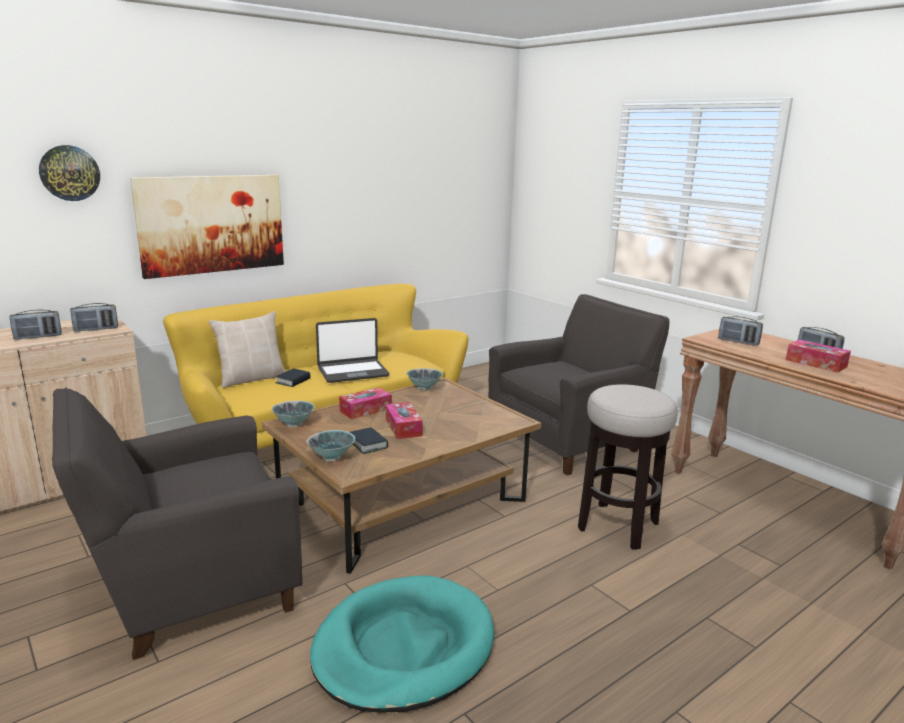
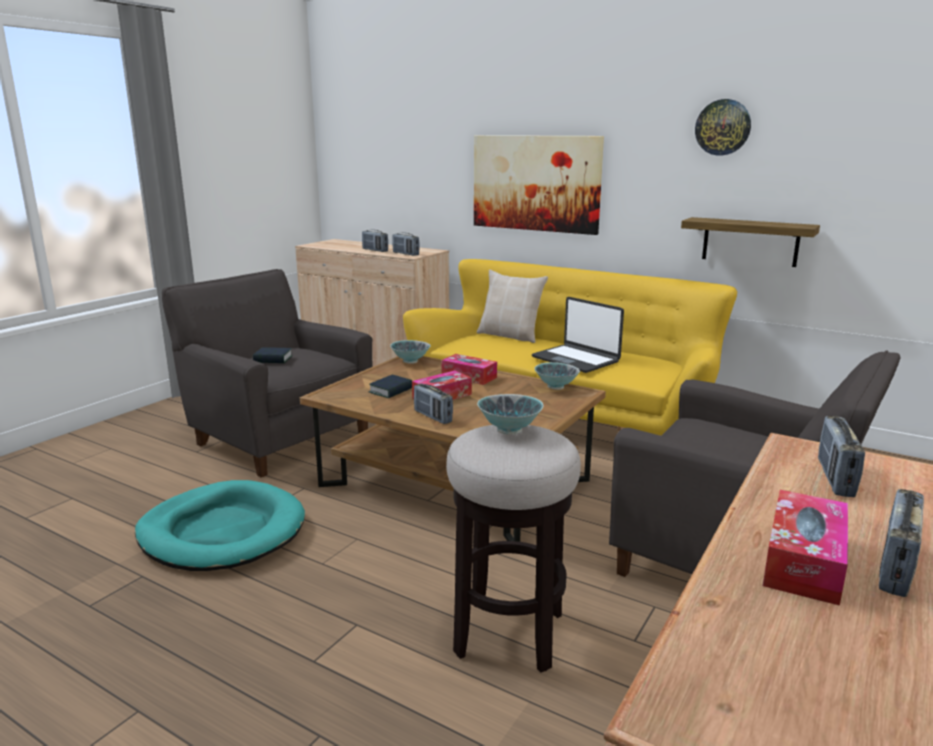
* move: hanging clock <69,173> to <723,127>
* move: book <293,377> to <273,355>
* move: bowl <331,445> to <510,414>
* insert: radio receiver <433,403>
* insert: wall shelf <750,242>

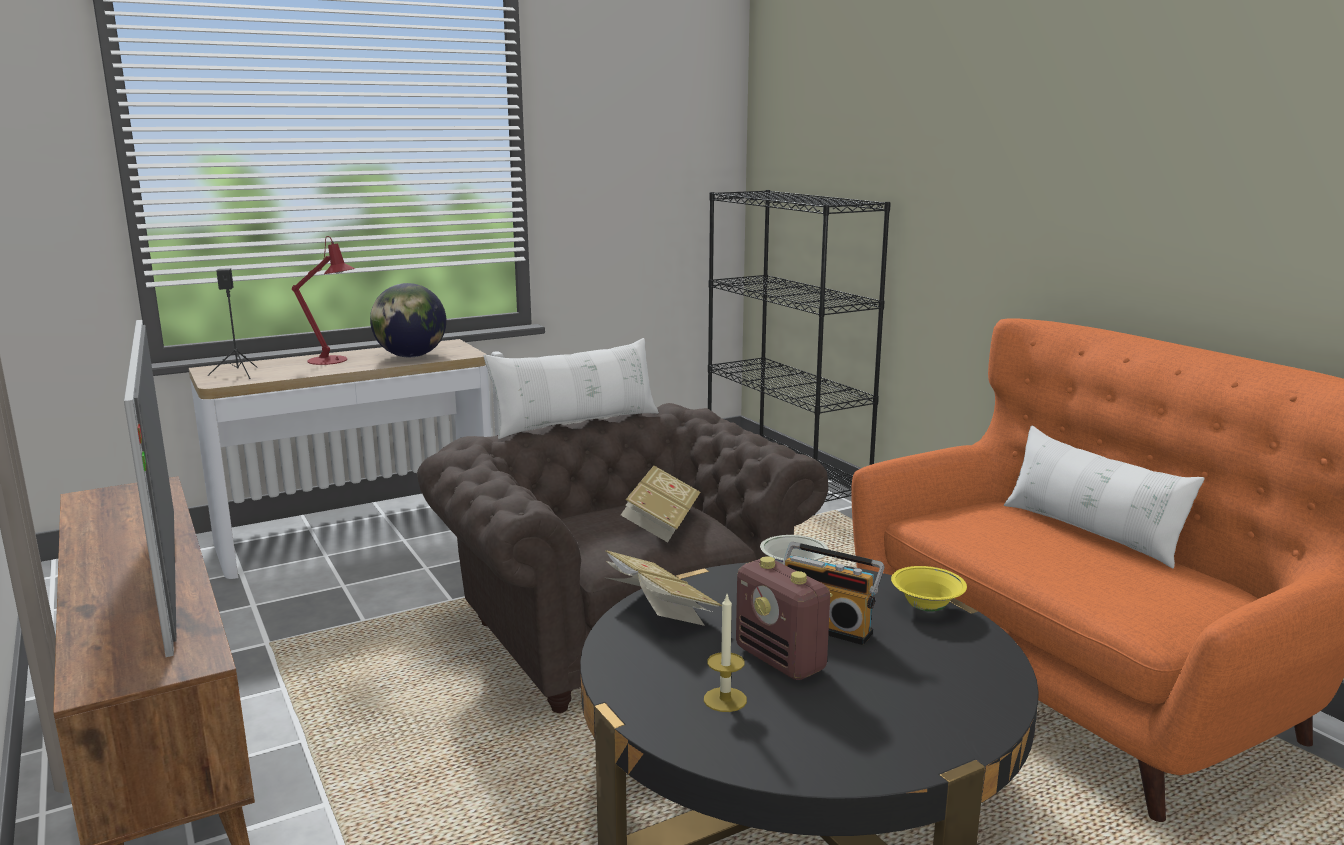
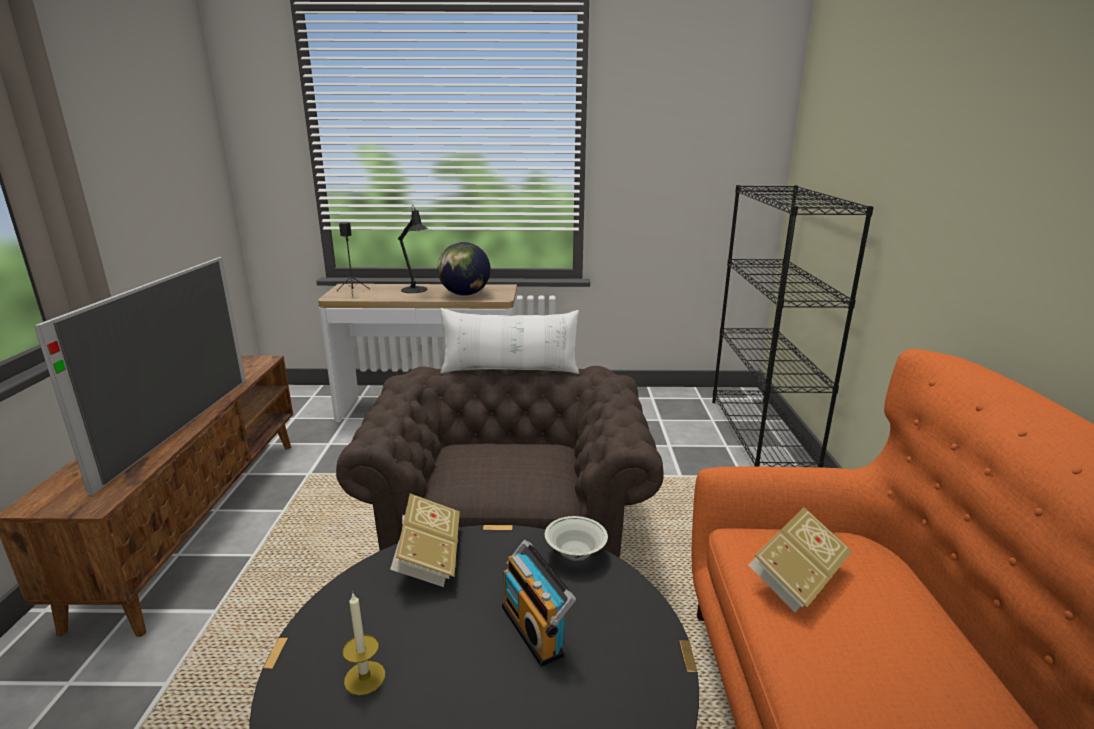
* recolor: red table lamp <323,300> to black-coloured table lamp <413,249>
* move: book <660,504> to <800,559>
* delete: radio receiver <784,618>
* delete: yellow-coloured bowl <929,589>
* delete: whitish pillow <1104,497>

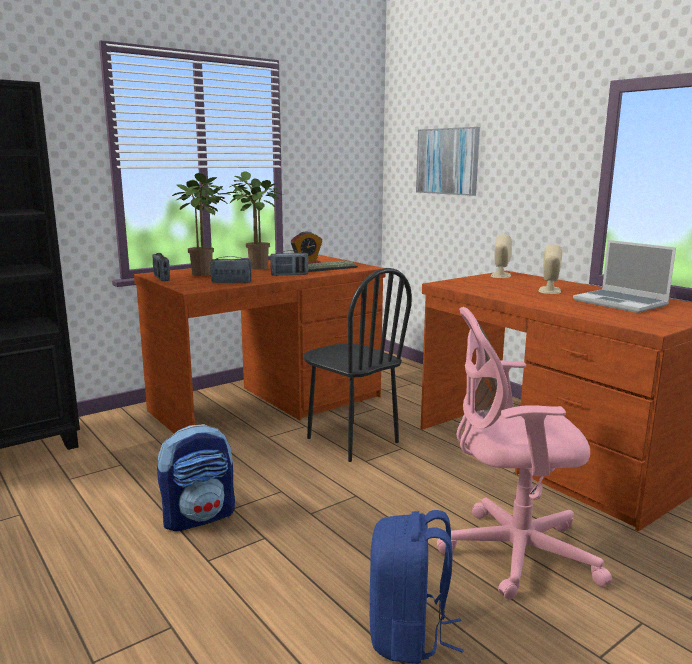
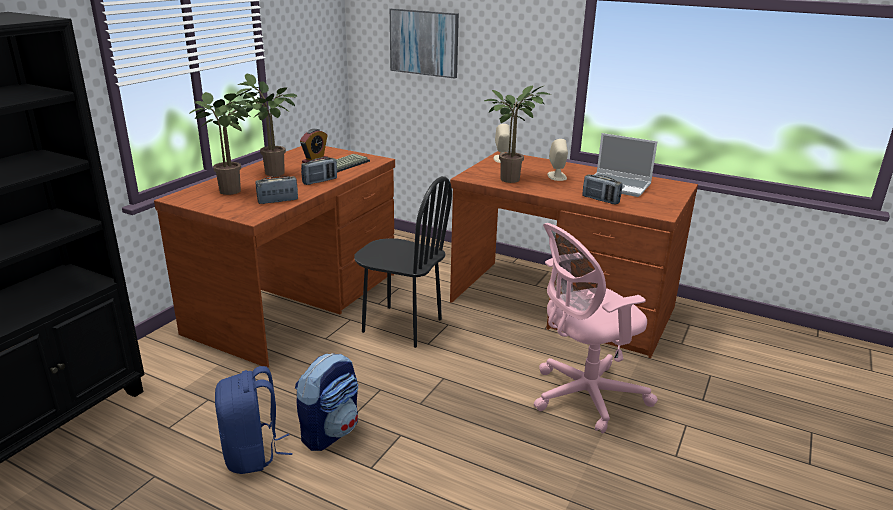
* move: radio receiver <161,267> to <602,189>
* move: blue-coloured rucksack <417,587> to <253,420>
* insert: potted plant <517,134>

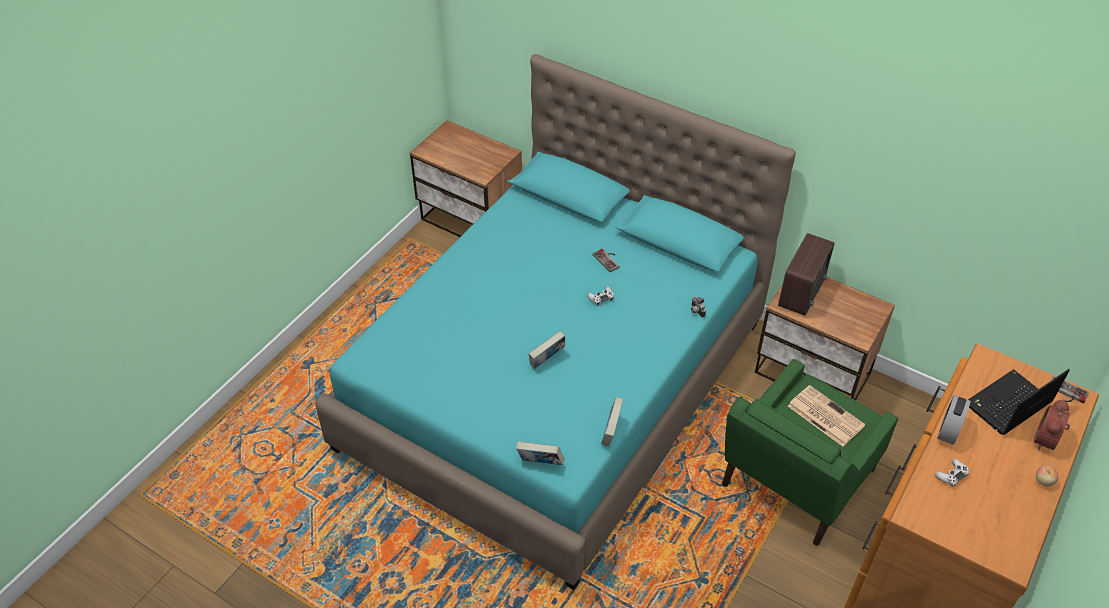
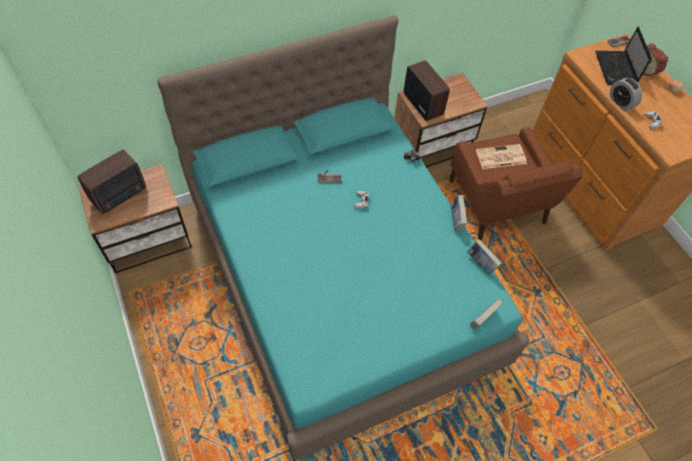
* move: book <547,350> to <459,213>
* recolor: green-coloured armchair <810,452> to brown armchair <515,183>
* insert: radio receiver <111,182>

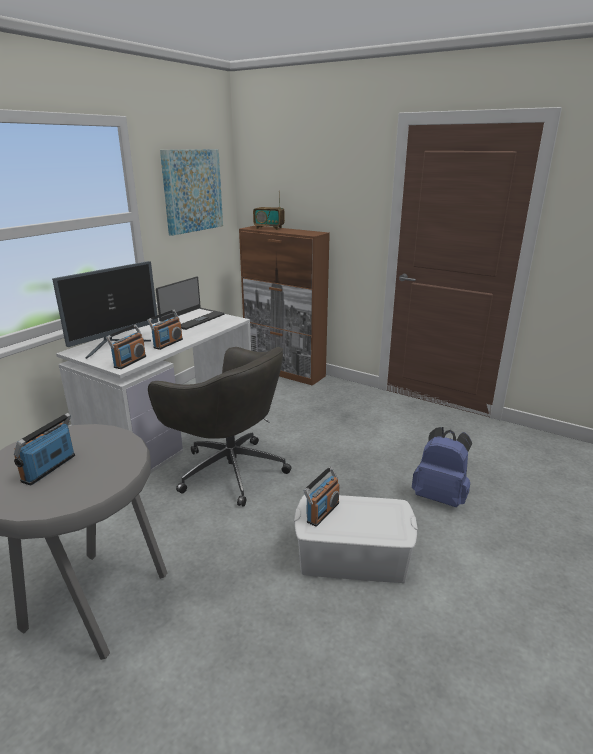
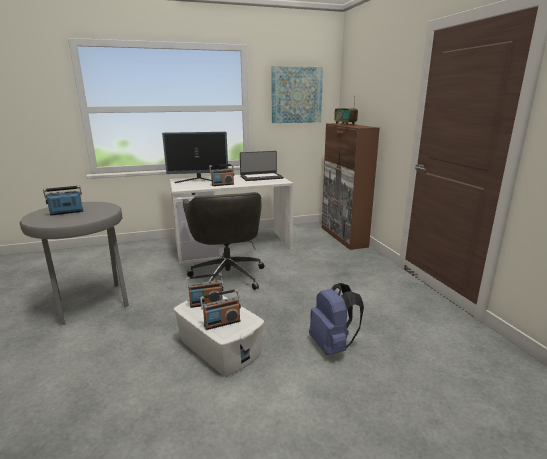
* move: radio receiver <126,346> to <220,309>

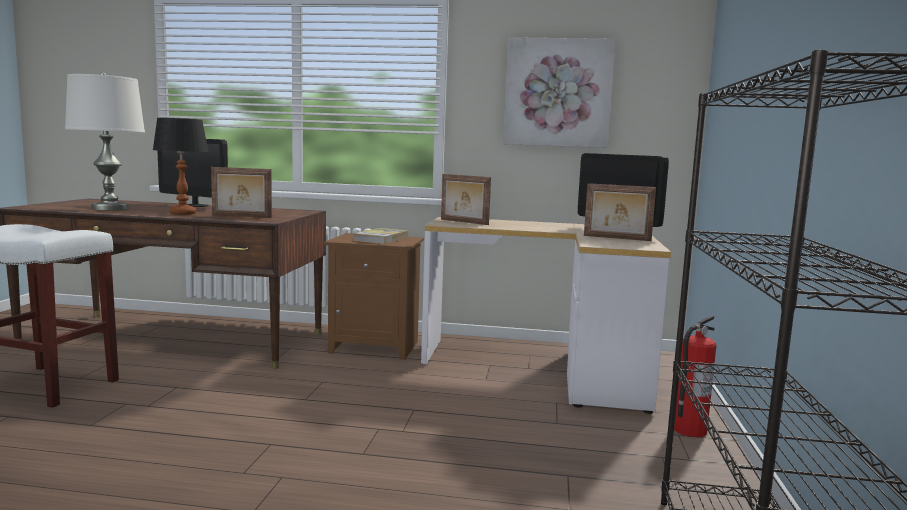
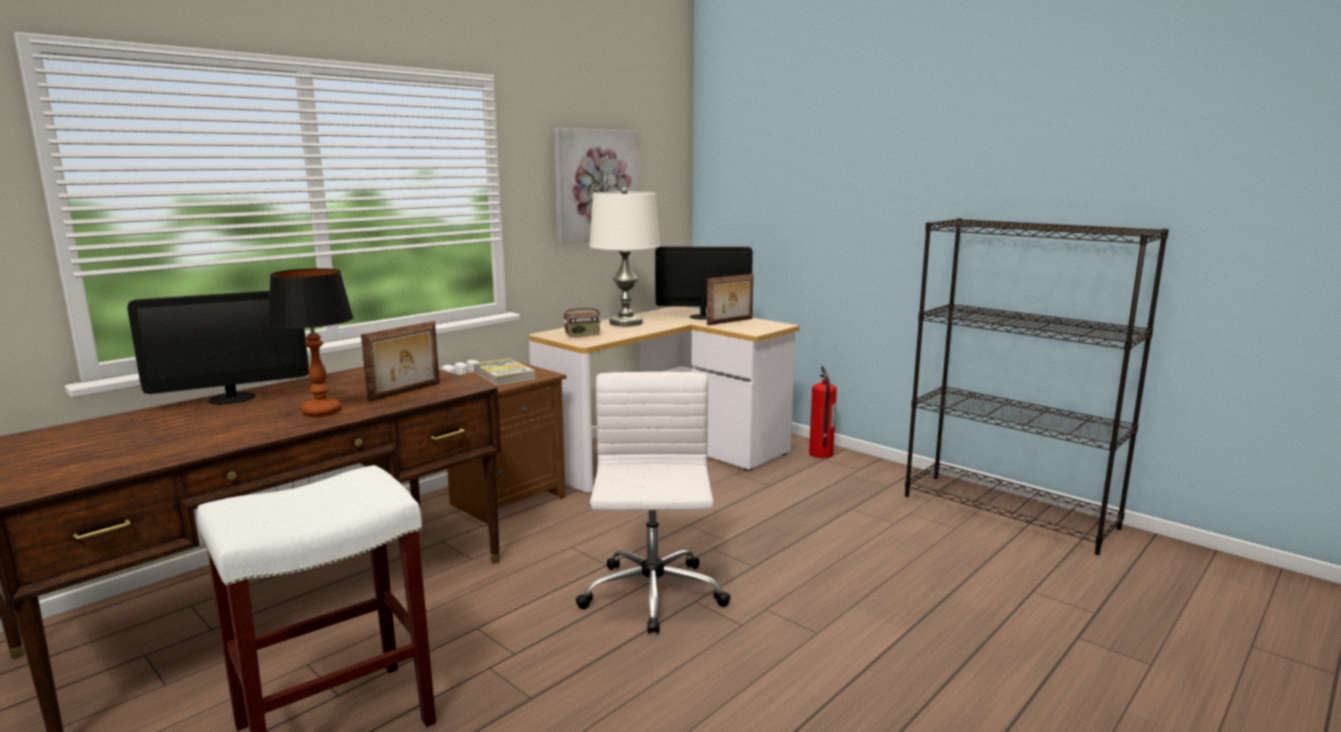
* move: whitish table lamp <105,141> to <624,257>
* replace: standing frame <466,199> to radio receiver <582,316>
* insert: whitish desk chair <653,503>

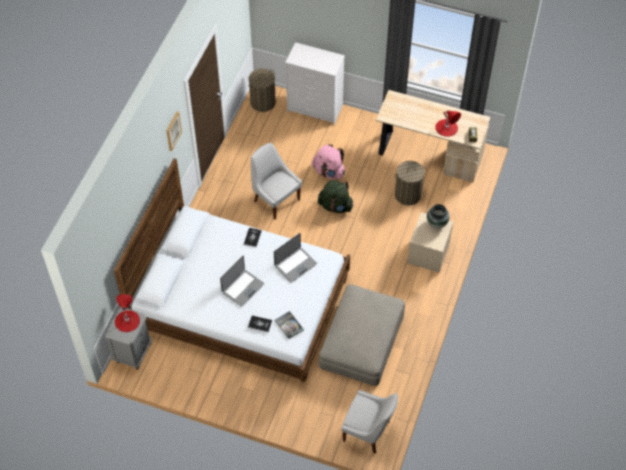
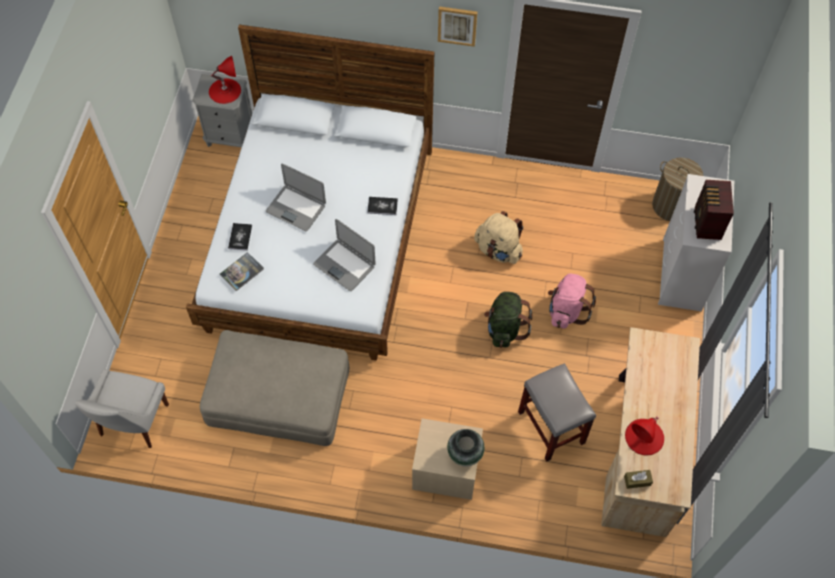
* replace: whitish chair <276,181> to sand-coloured rucksack <499,237>
* replace: hamper <410,183> to grey stool <557,412>
* insert: radio receiver <714,210>

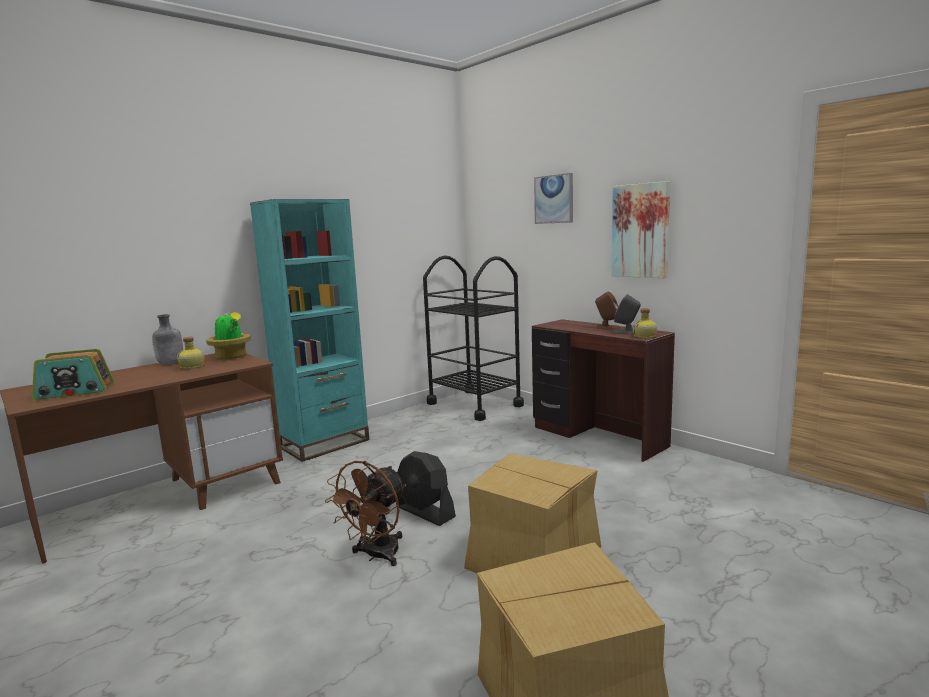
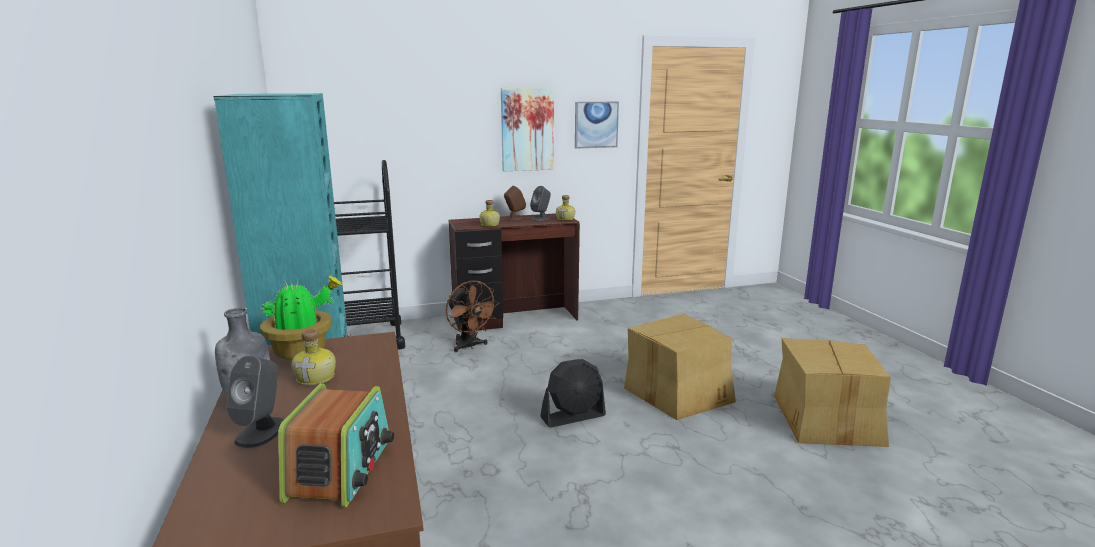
* move: brown cooling fan <365,513> to <472,316>
* move: picture <553,198> to <597,125>
* insert: grey speaker <255,401>
* insert: beverage bottle <489,213>

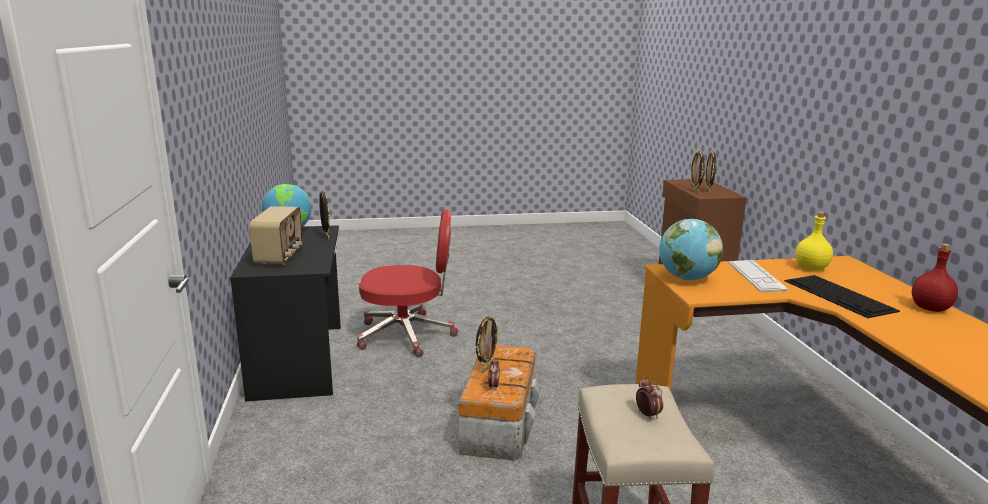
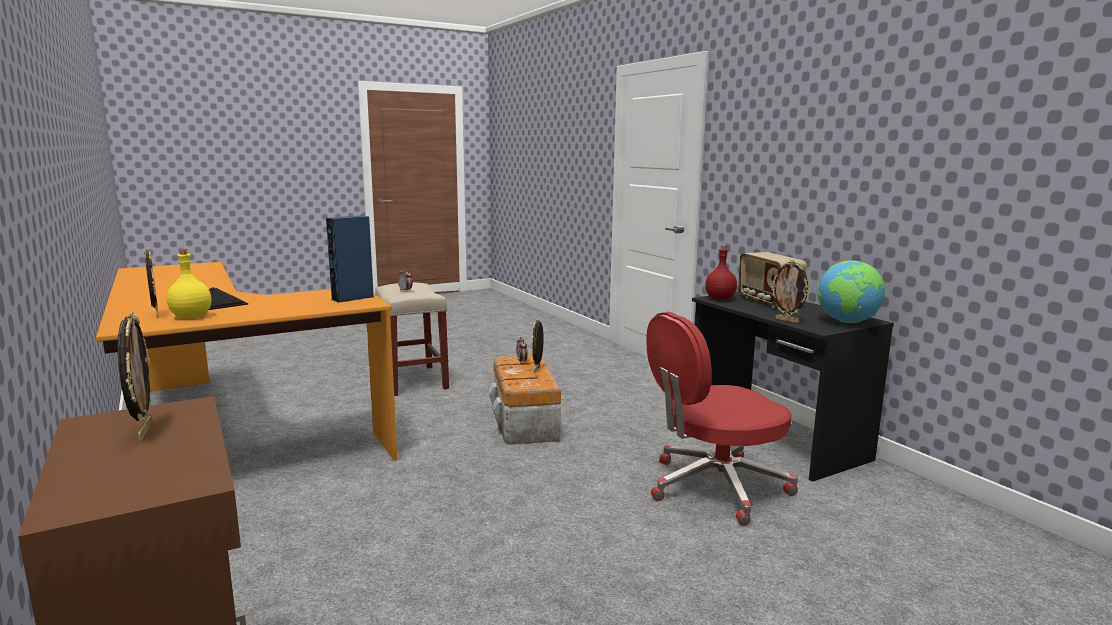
* replace: world globe <691,249> to blue-coloured speaker <350,259>
* move: standing frame <697,171> to <151,283>
* delete: keyboard <758,276>
* move: red beverage bottle <935,278> to <721,272>

